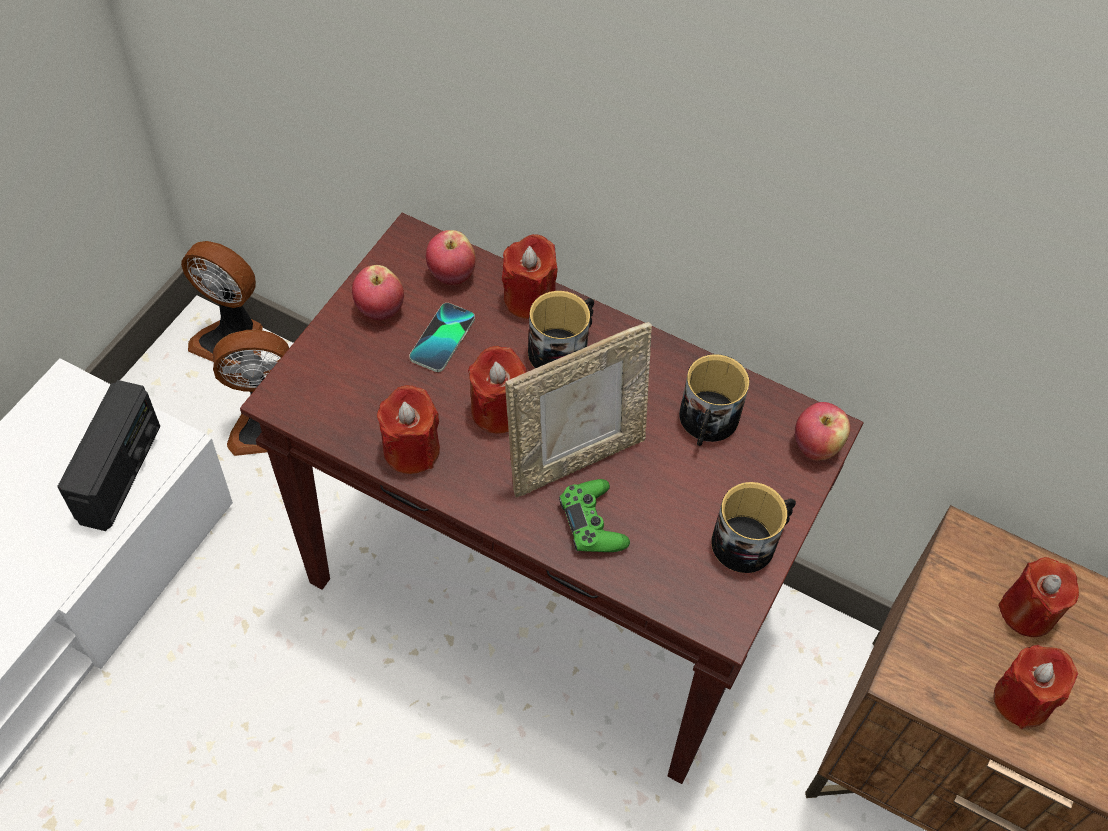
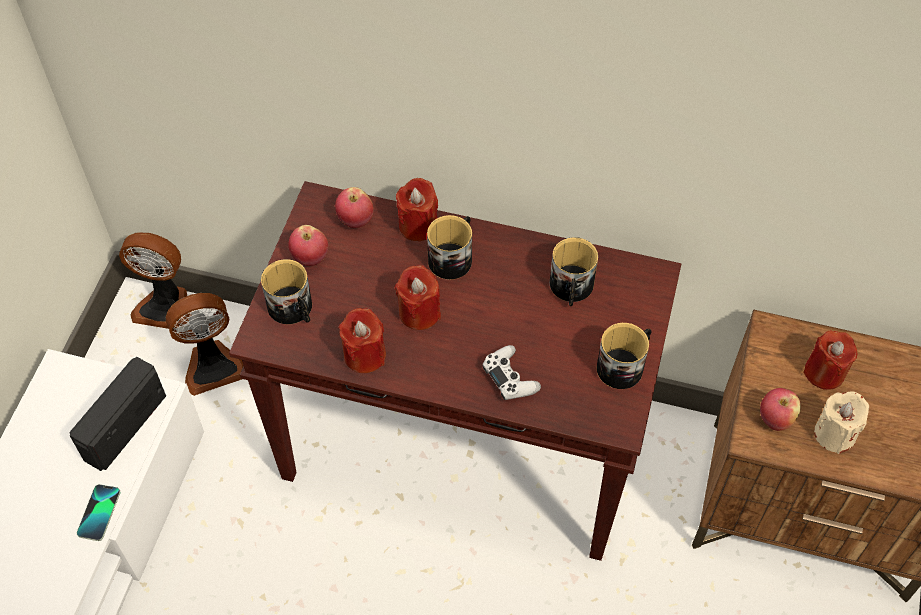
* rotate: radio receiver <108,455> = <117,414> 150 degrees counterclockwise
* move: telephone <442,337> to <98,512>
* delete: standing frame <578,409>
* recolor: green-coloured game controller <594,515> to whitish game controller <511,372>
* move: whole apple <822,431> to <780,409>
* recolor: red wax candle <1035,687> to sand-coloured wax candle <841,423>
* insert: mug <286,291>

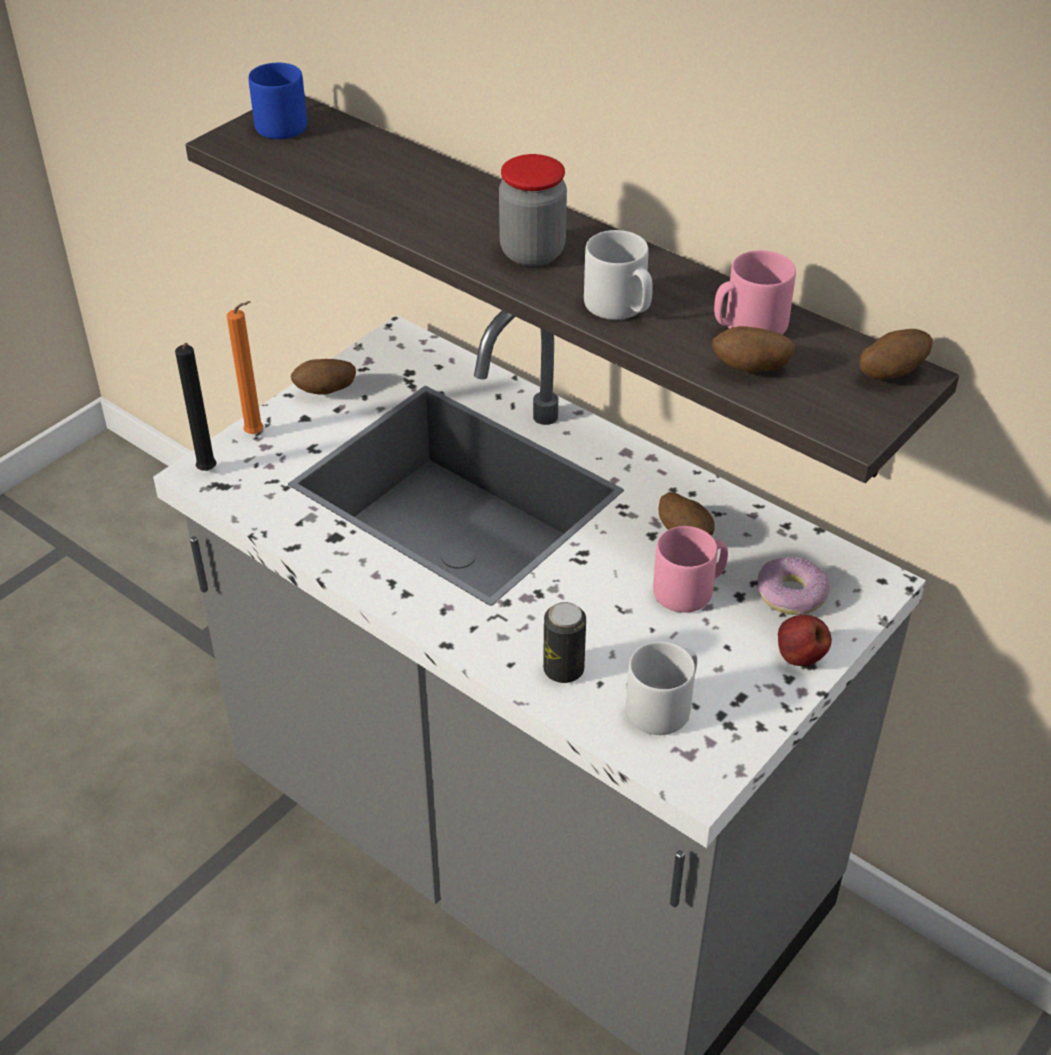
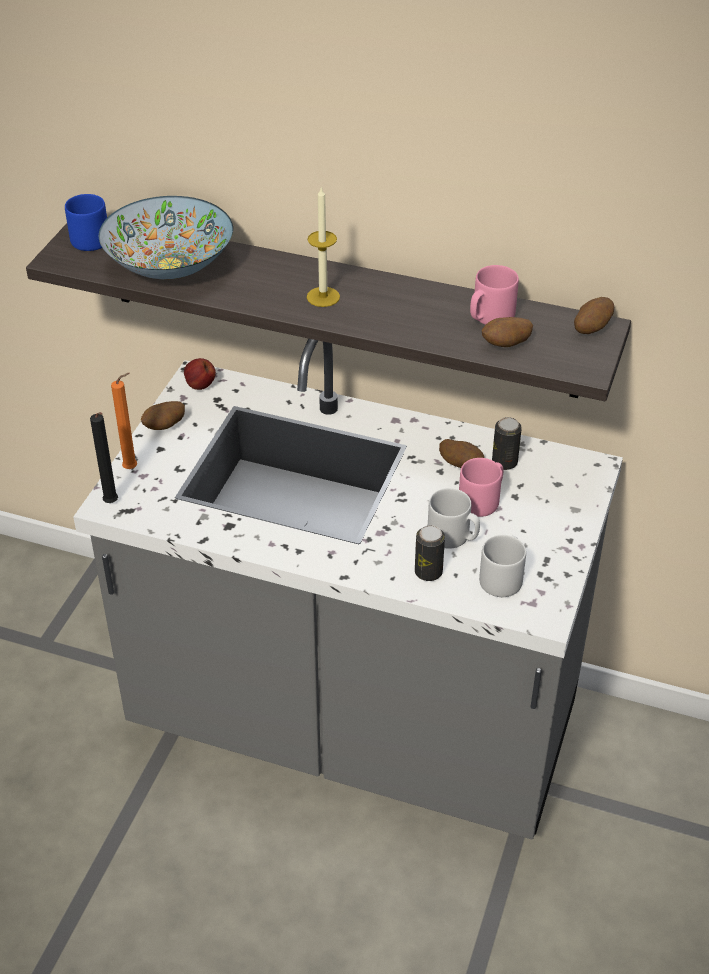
* replace: storage jar <533,210> to wax candle <323,247>
* move: grey mug <618,275> to <454,518>
* delete: doughnut <793,586>
* move: whole apple <805,640> to <200,374>
* insert: bowl <166,237>
* insert: metal can <507,443>

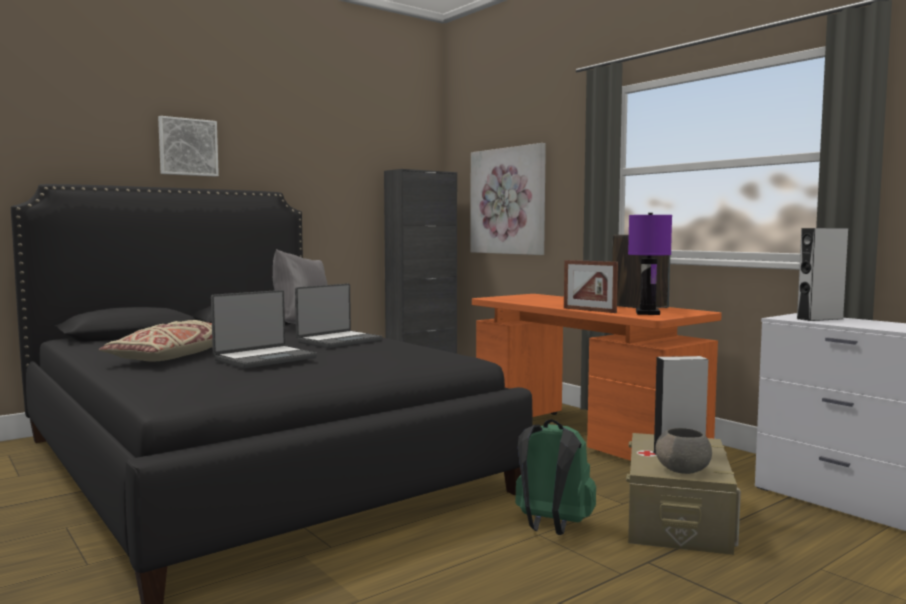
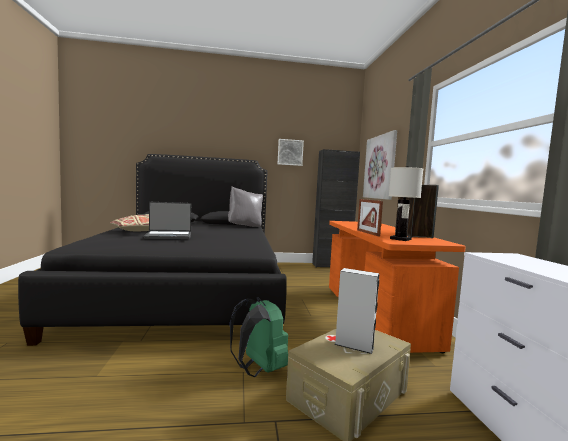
* move: picture <188,146> to <291,152>
* delete: laptop <339,316>
* recolor: purple table lamp <650,264> to whitish table lamp <406,204>
* delete: grey bowl <683,451>
* delete: grey speaker <822,274>

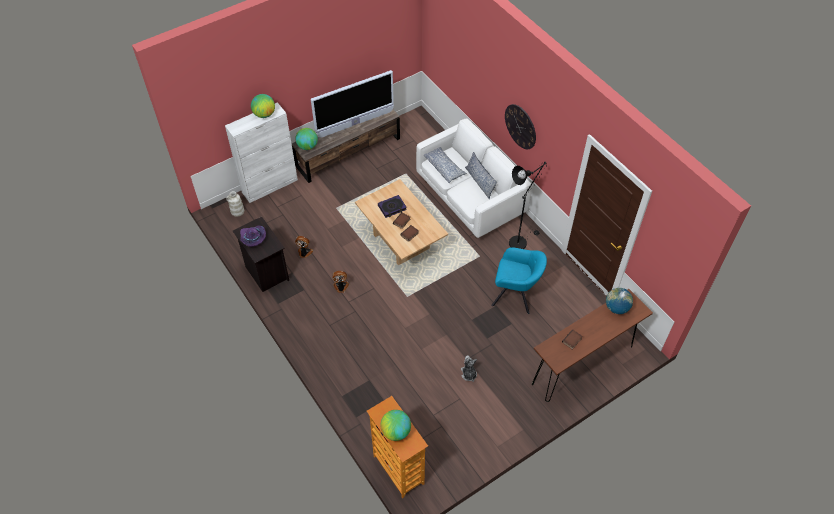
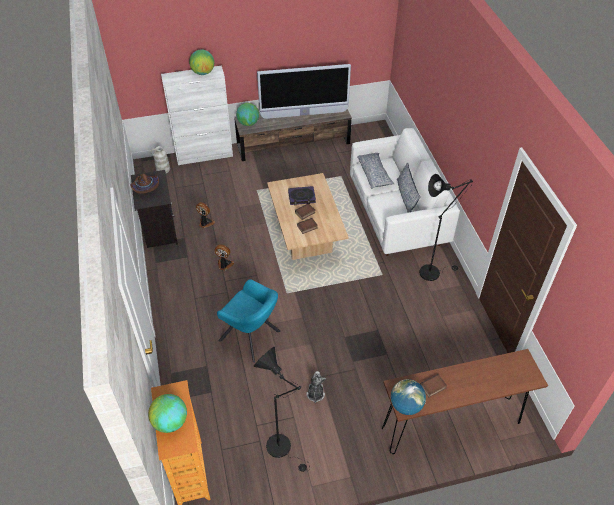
* recolor: purple wearable hat <253,236> to brown wearable hat <144,184>
* move: turquoise armchair <519,280> to <248,320>
* delete: hanging clock <520,126>
* move: world globe <619,301> to <408,397>
* insert: black-coloured floor lamp <282,409>

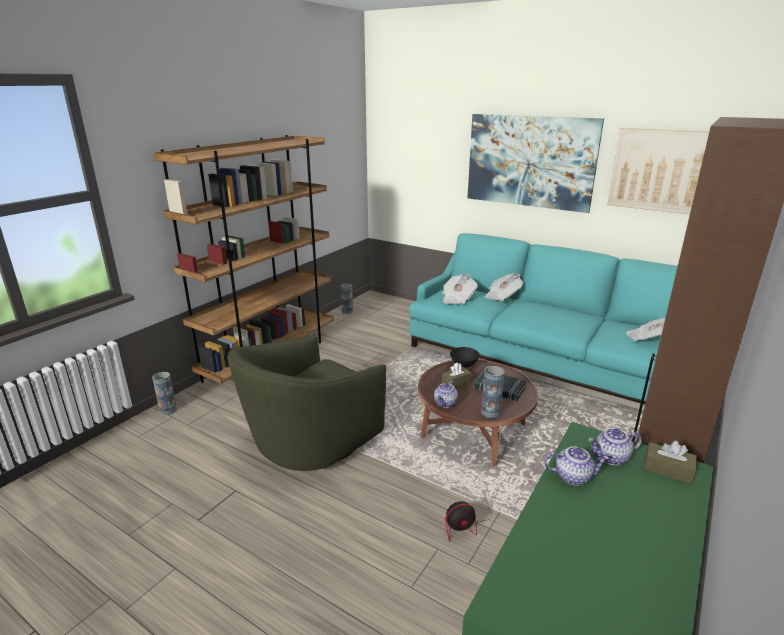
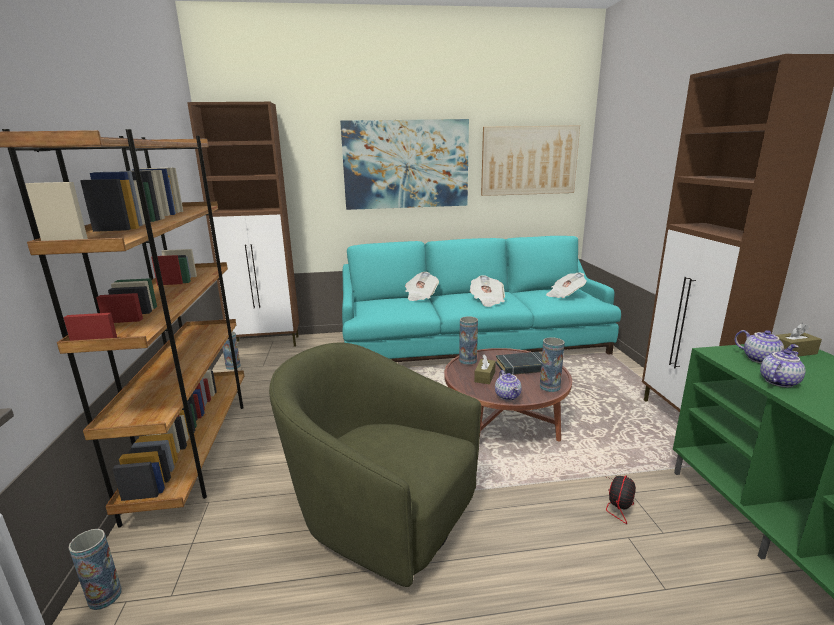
* rotate: green-coloured armchair <306,402> = <375,465> 120 degrees clockwise
* move: daily paper <459,289> to <487,291>
* replace: black-coloured bowl <465,357> to flower vase <468,340>
* rotate: tea pot <615,446> = <766,346> 75 degrees counterclockwise
* insert: brown cabinet <243,224>

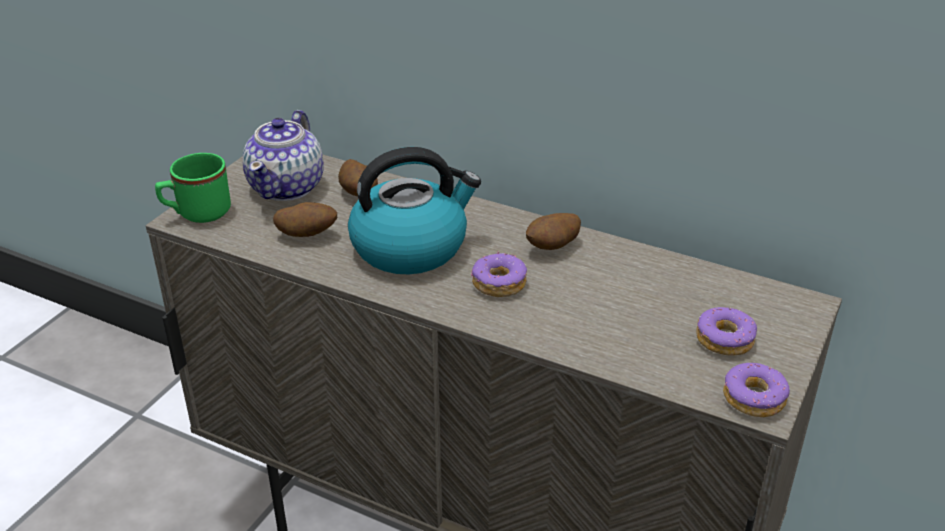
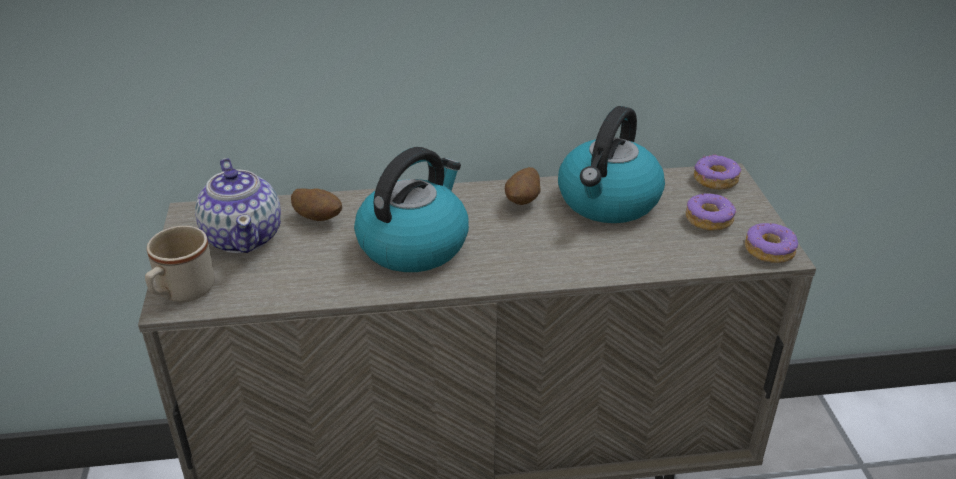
* recolor: green-coloured mug <193,188> to sand-coloured mug <180,264>
* delete: potato <305,219>
* move: doughnut <499,274> to <717,172>
* insert: tea kettle <611,164>

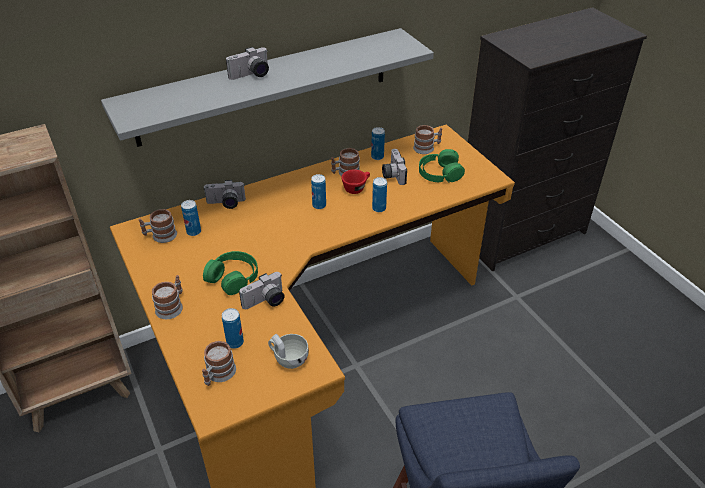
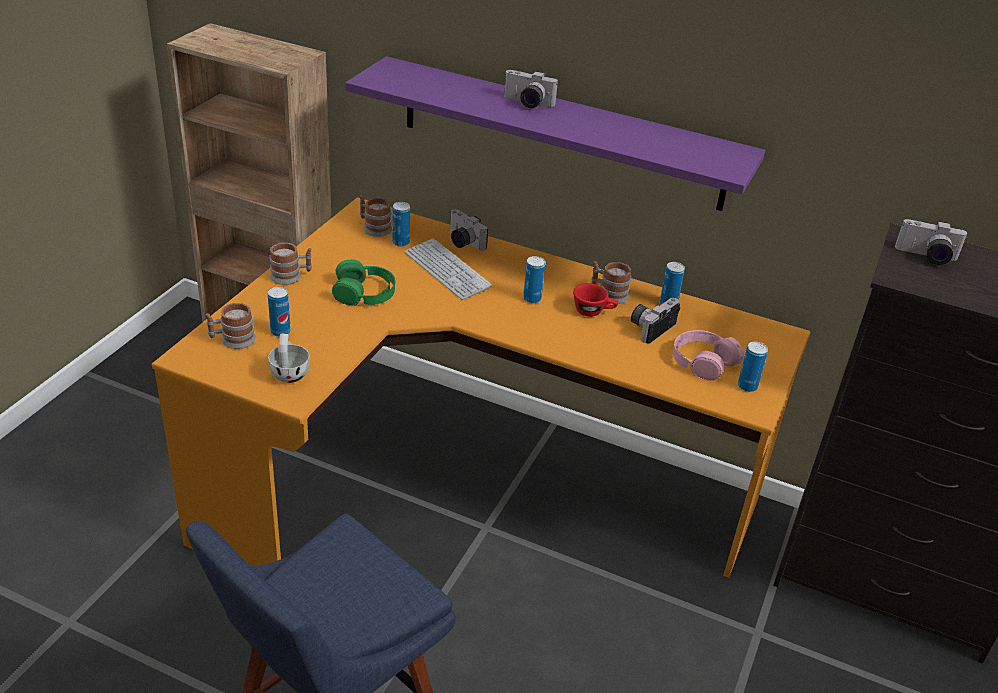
* recolor: grey wall shelf <267,87> to purple wall shelf <555,133>
* move: still camera <262,290> to <931,242>
* move: metal can <379,194> to <753,367>
* delete: mug <427,139>
* recolor: green-coloured headphones <442,165> to pink headphones <708,355>
* insert: keyboard <448,269>

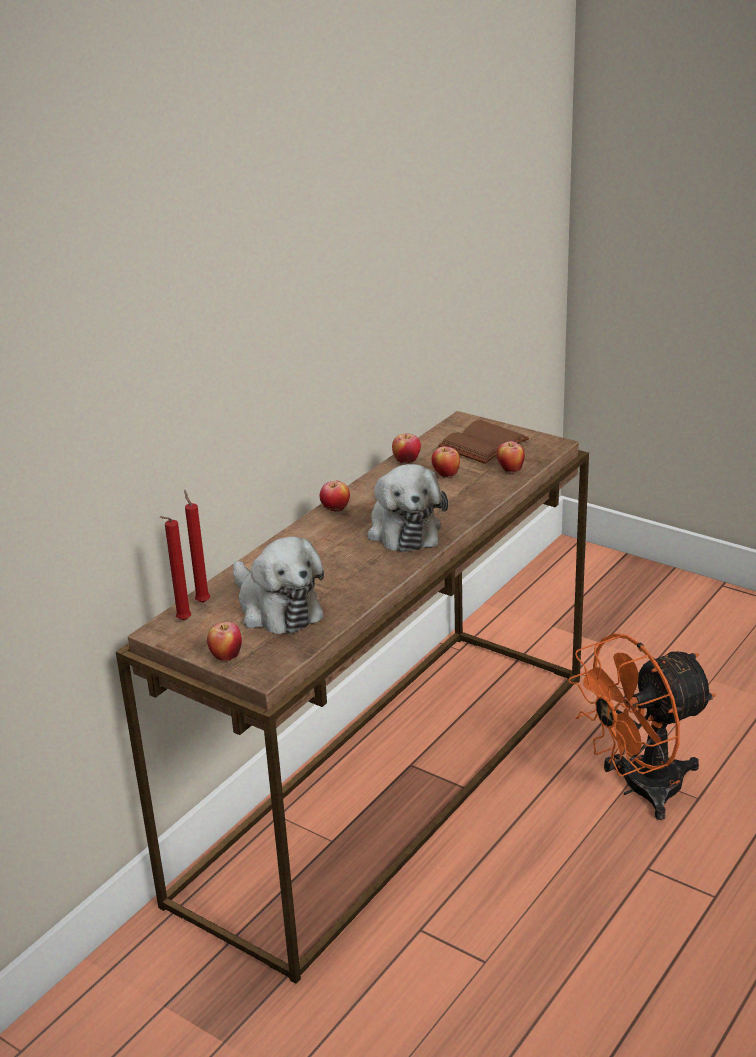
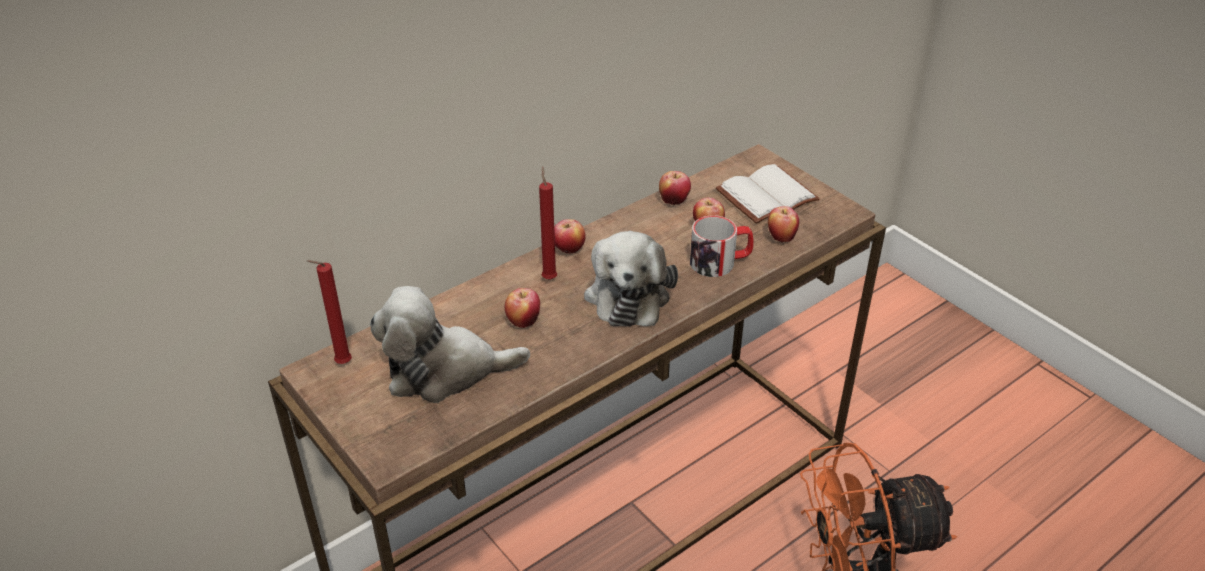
* move: red wax candle <197,546> to <548,223>
* move: whole apple <224,641> to <522,308>
* rotate: cuddly toy <278,585> = <450,344> 105 degrees clockwise
* recolor: brown book <483,442> to whitish book <768,194>
* insert: mug <722,246>

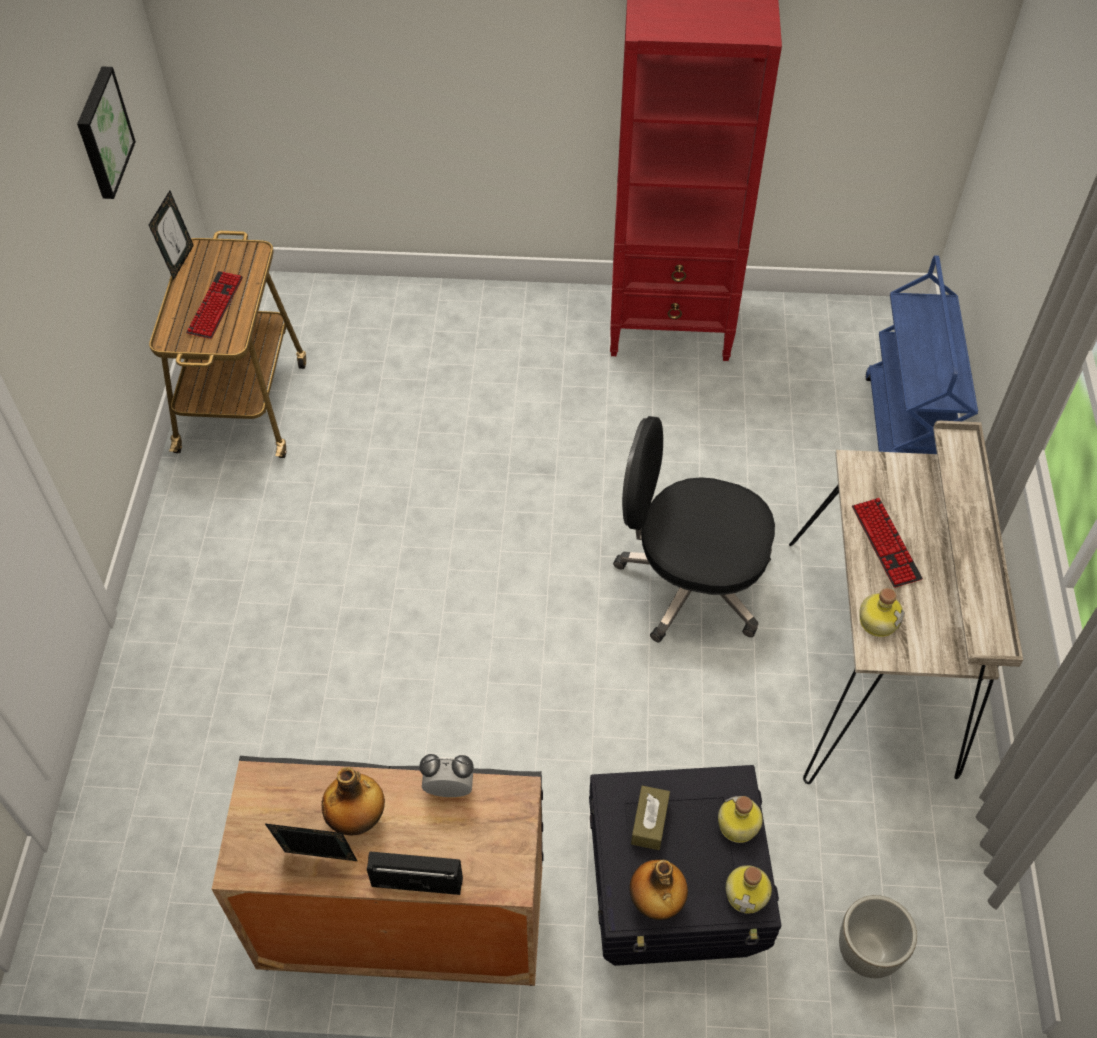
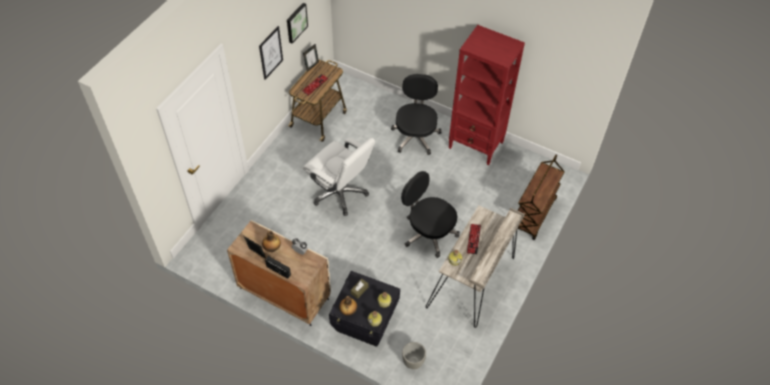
* recolor: black-coloured cabinet <377,871> to sand-coloured cabinet <279,273>
* recolor: blue-coloured cart <921,355> to brown cart <541,197>
* insert: picture <271,53>
* insert: whitish desk chair <339,177>
* insert: black-coloured desk chair <416,114>

